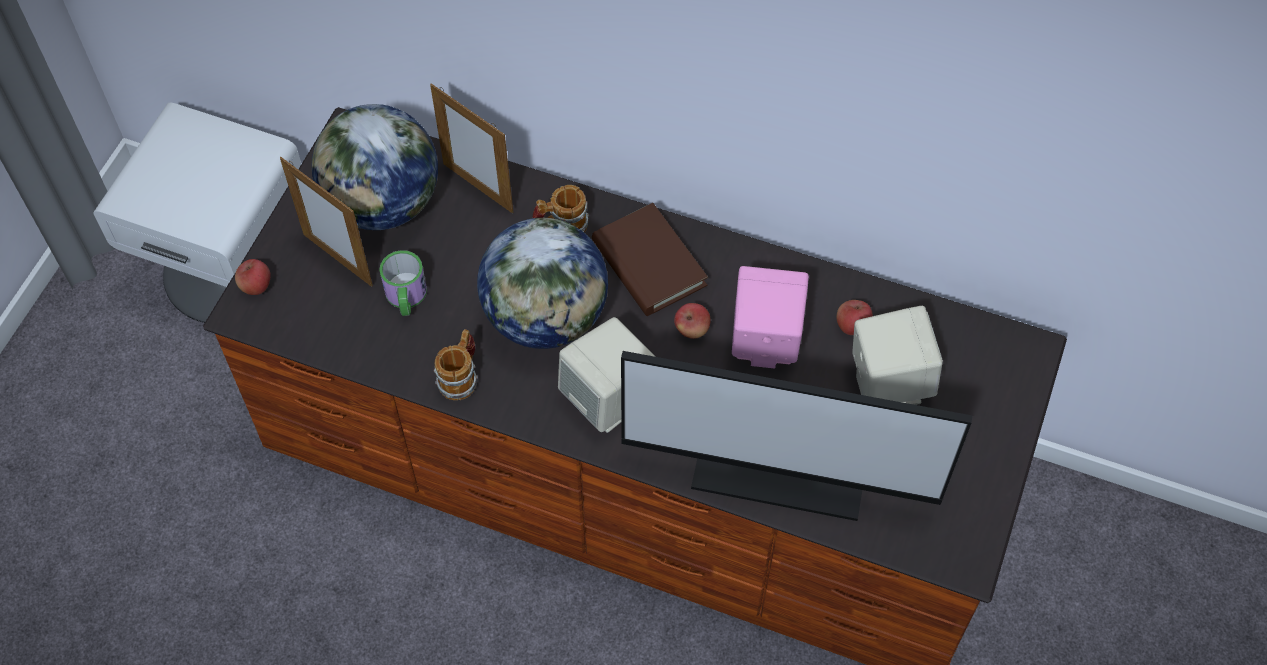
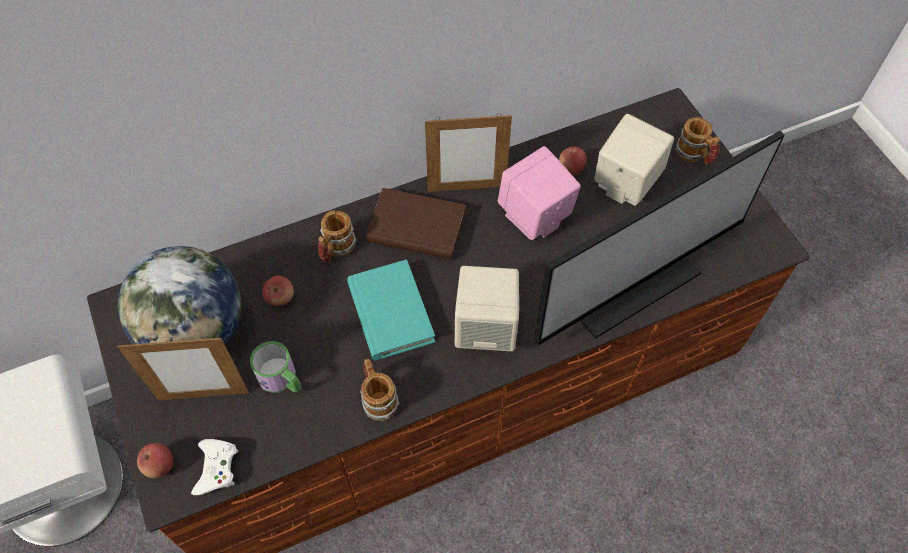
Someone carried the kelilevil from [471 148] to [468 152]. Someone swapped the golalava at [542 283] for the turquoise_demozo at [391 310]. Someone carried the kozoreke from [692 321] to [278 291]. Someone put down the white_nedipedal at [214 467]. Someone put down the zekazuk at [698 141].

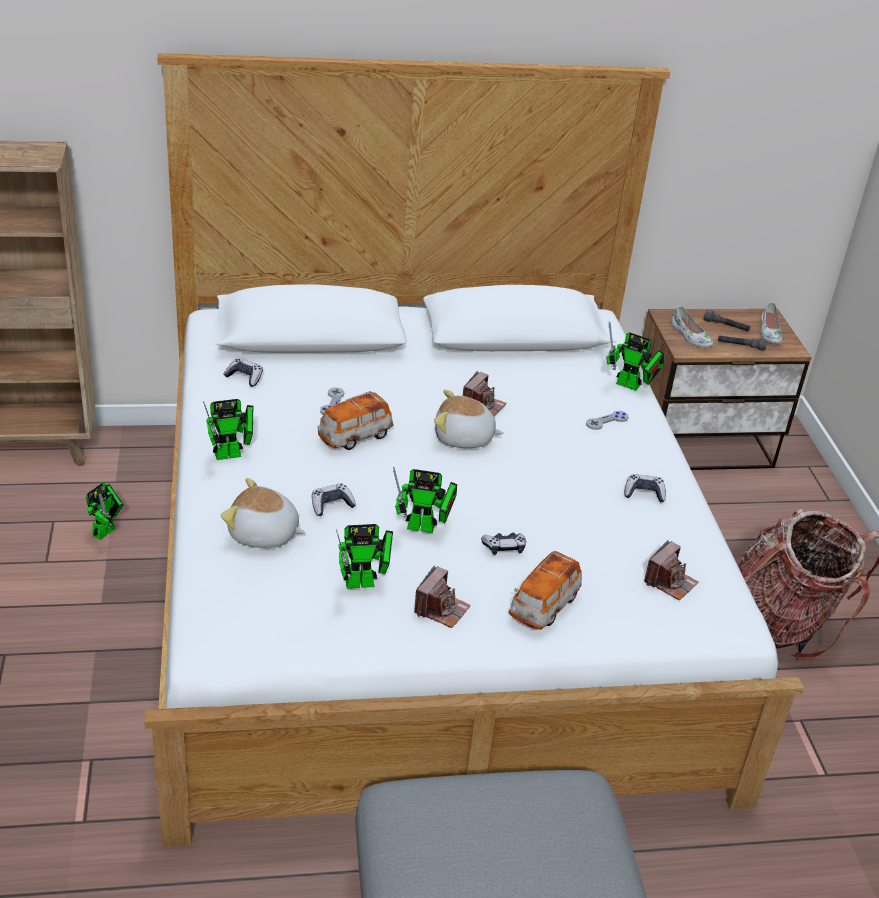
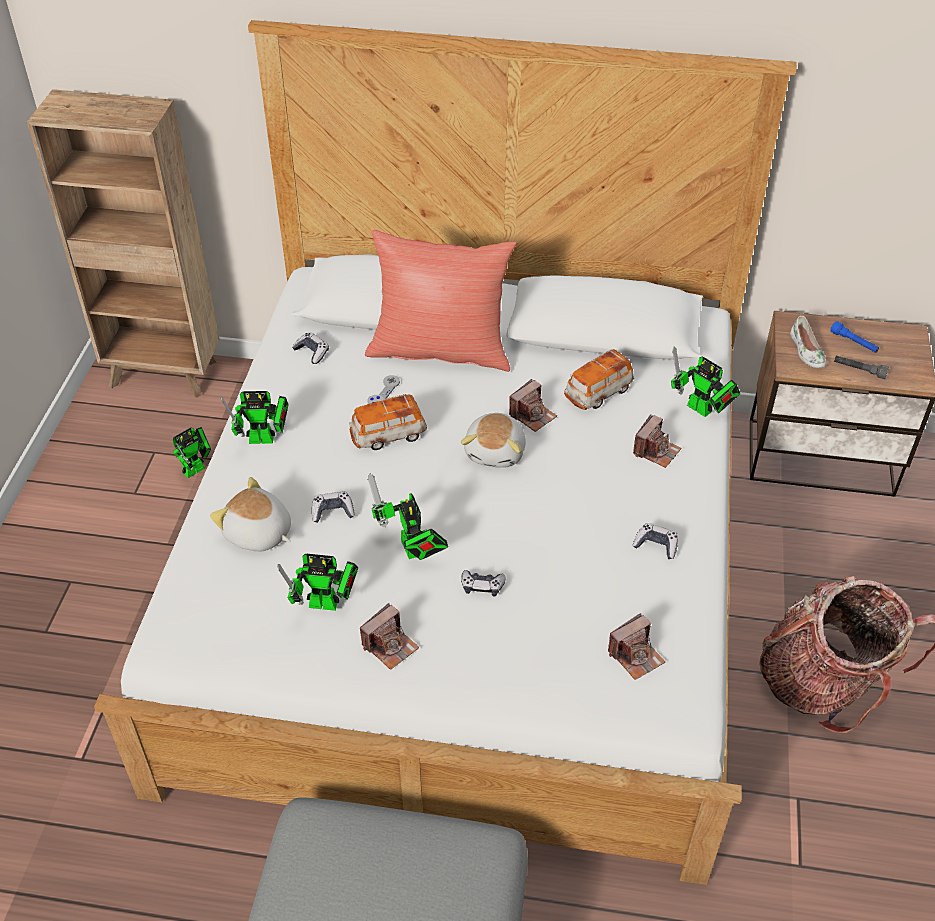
Someone rotated the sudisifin at [425 500] by 45 degrees clockwise. Someone rotated the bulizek at [469 419] by 105 degrees counterclockwise. Someone carried the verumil from [545 590] to [599 379]. Someone swapped the grey_nedipedal at [607 420] for the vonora at [657 441]. Someone repainted the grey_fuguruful at [727 320], which became the blue_fuguruful at [854 337]. Someone took away the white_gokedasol at [771 323]. Someone put down the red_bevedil at [441 301].

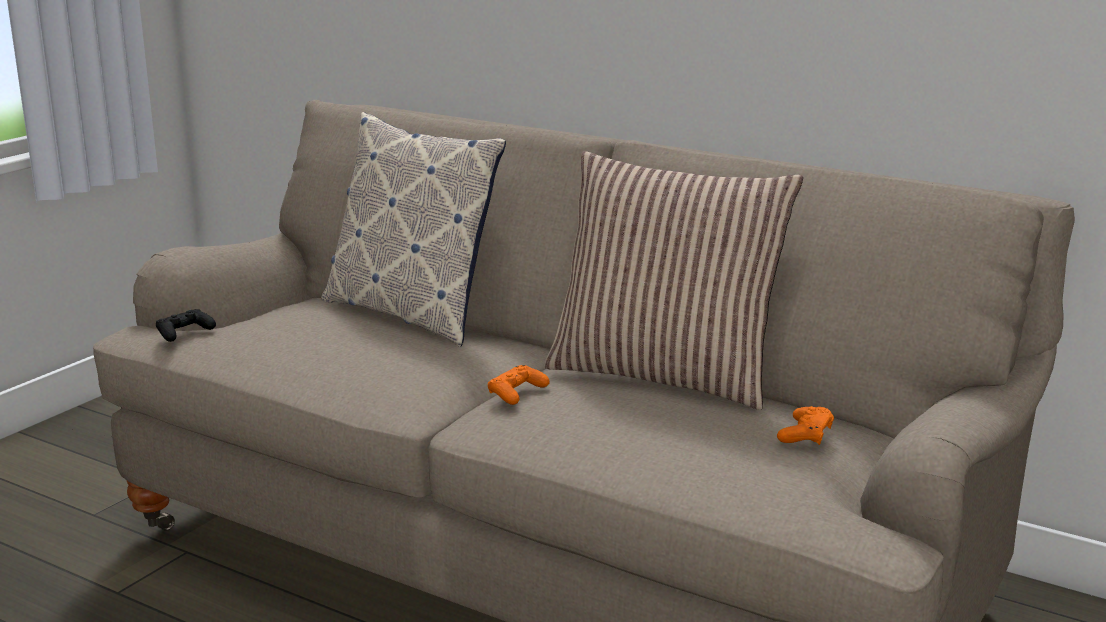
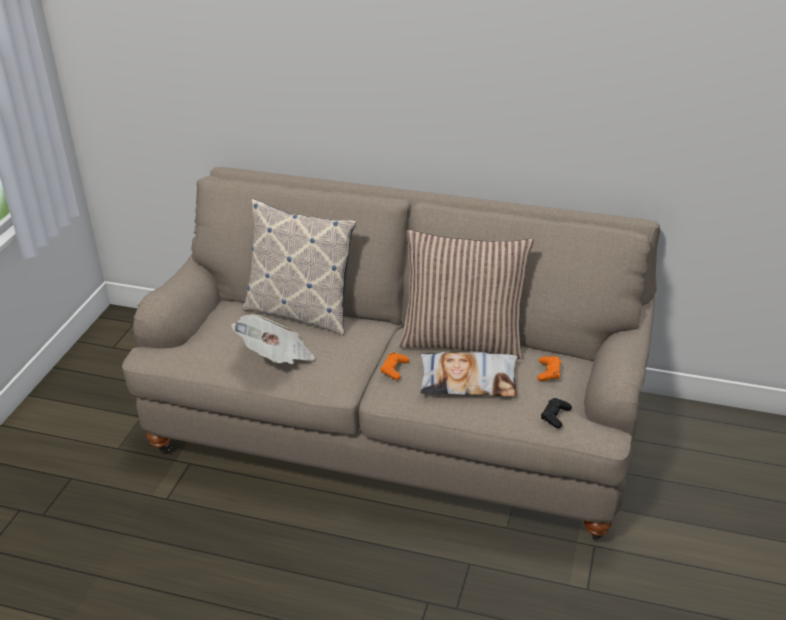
Someone carried the black_nedipedal from [186 325] to [556 413]. Someone put down the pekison at [273 339]. Someone put down the bevedil at [469 374].

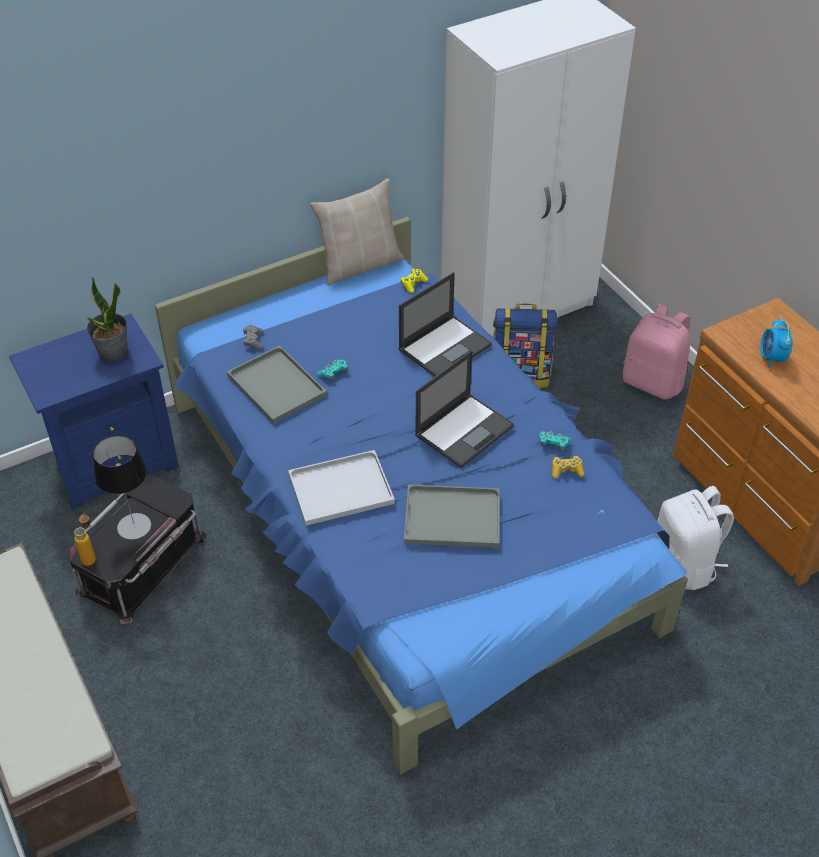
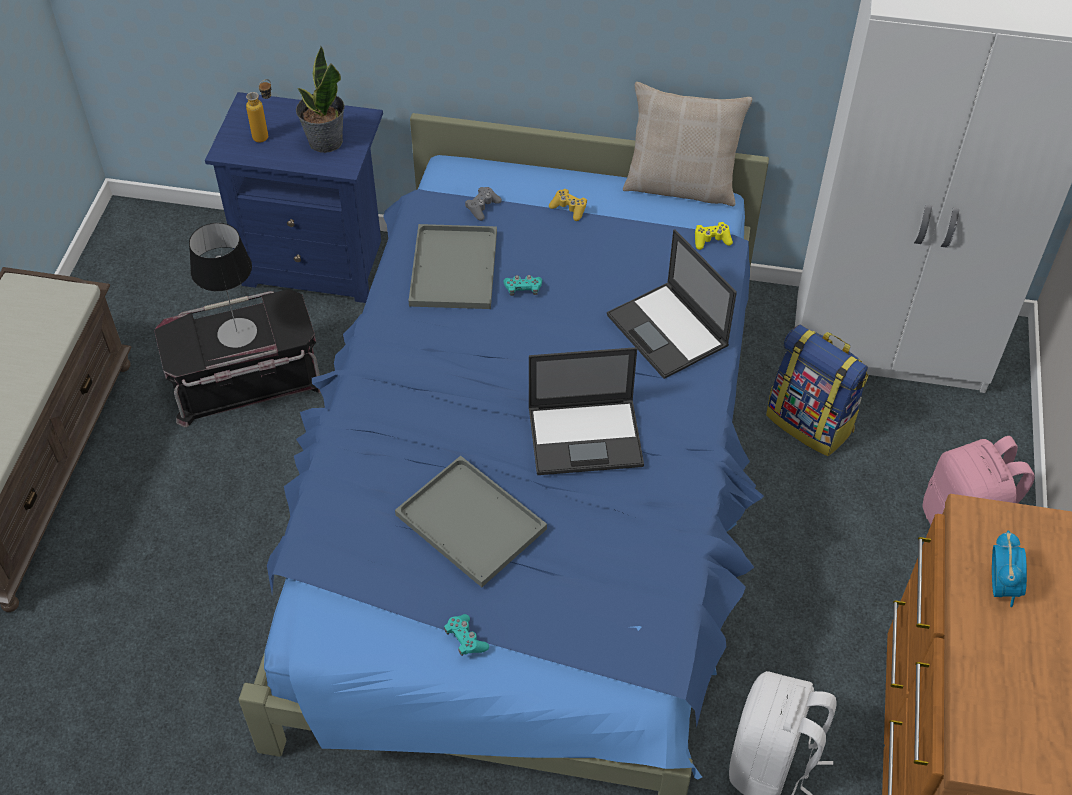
Someone carried the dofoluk from [85 539] to [258 111]. Someone took away the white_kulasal at [341 488]. Someone rotated the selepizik at [445 324] by 60 degrees clockwise. Someone carried the turquoise_nedipedal from [555 441] to [466 635]. Someone carried the yellow_nedipedal from [568 467] to [568 205]. Someone rotated the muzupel at [776 343] by 150 degrees clockwise.

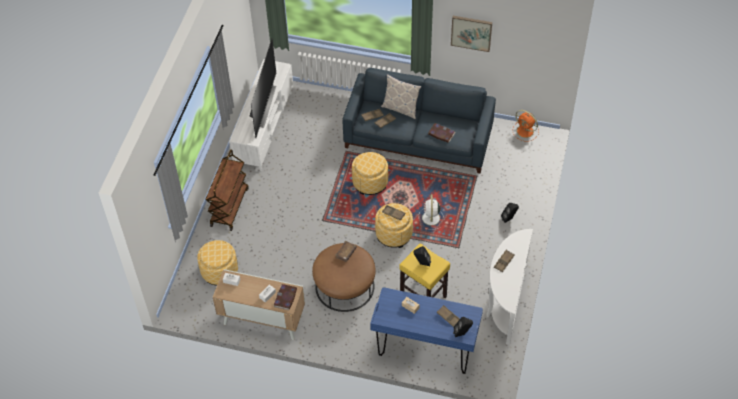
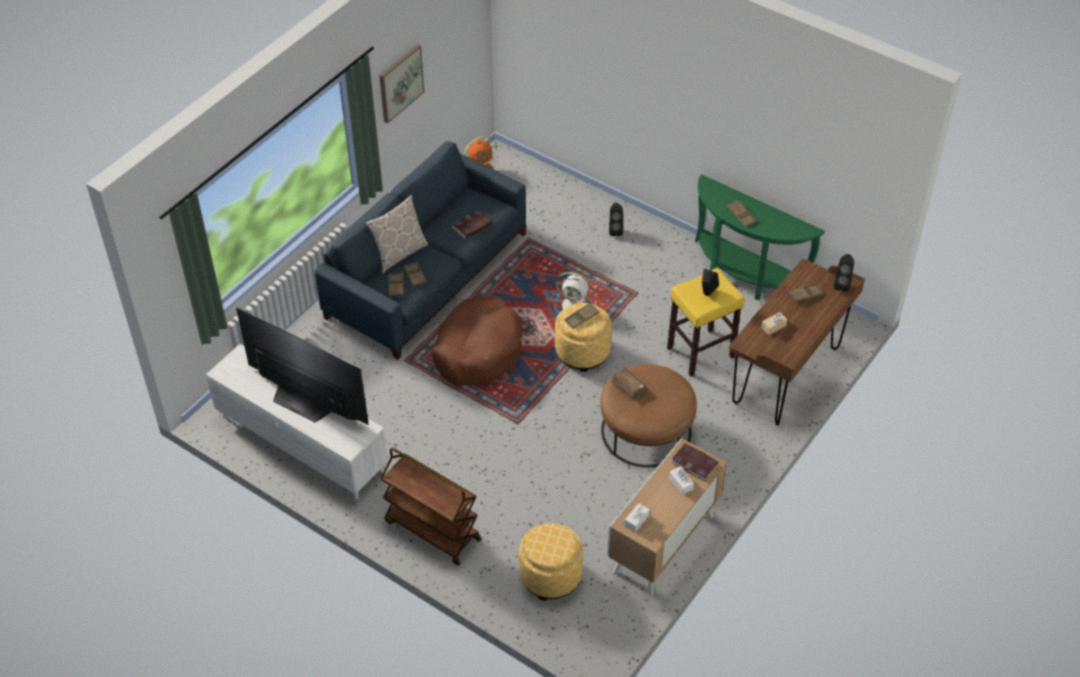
Someone swapped the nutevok at [370 173] for the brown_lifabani at [478 341]. Someone repainted the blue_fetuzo at [426 330], which became the brown_fetuzo at [797 342]. Someone repainted the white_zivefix at [509 287], which became the green_zivefix at [760 237].

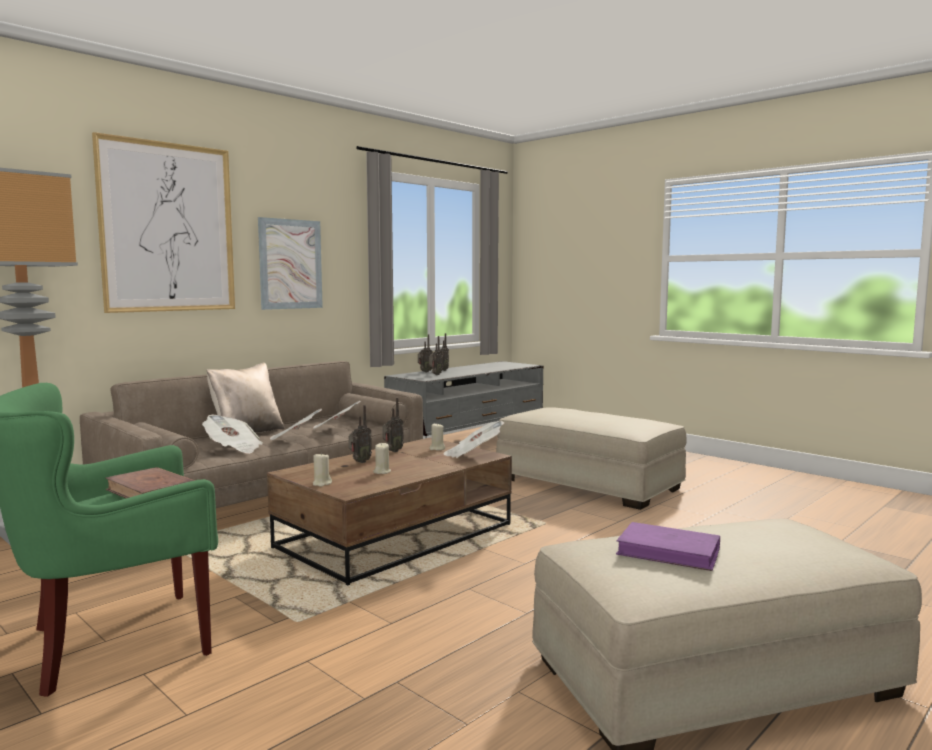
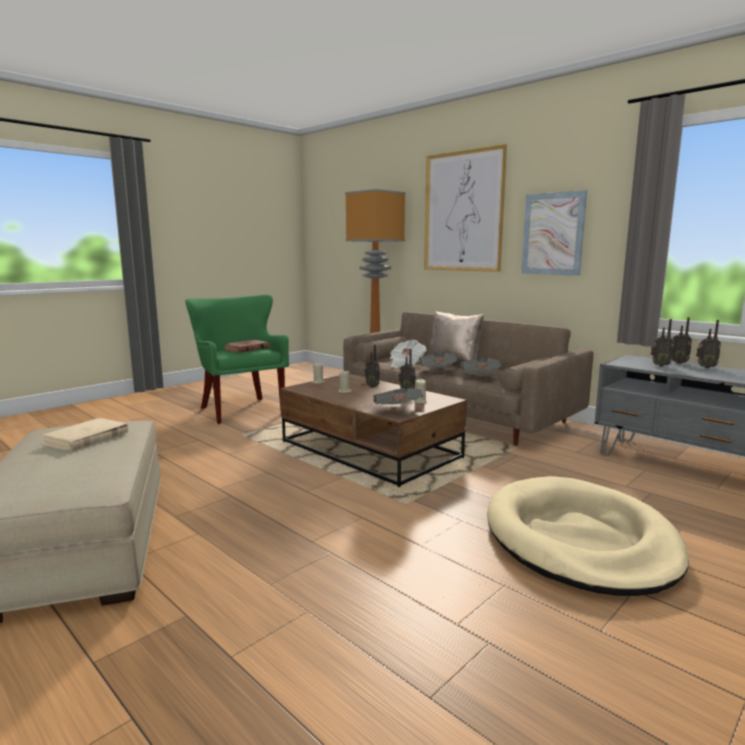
Someone swapped the beige_nutevok at [591 458] for the beige_lifabani at [588 536]. Someone repainted the purple_demozo at [668 546], which became the beige_demozo at [84 435].

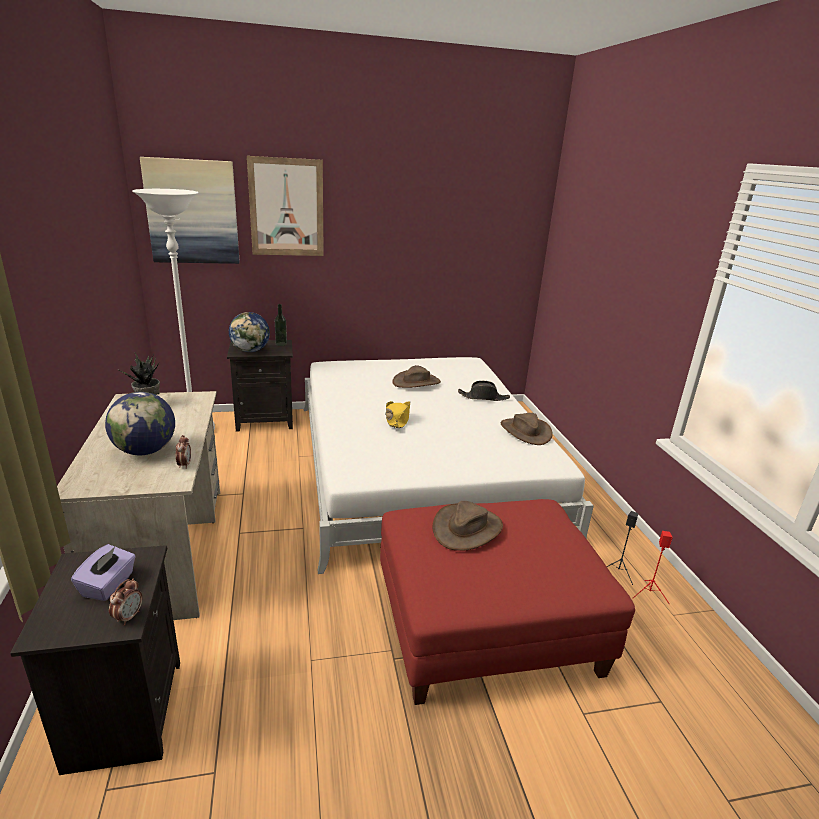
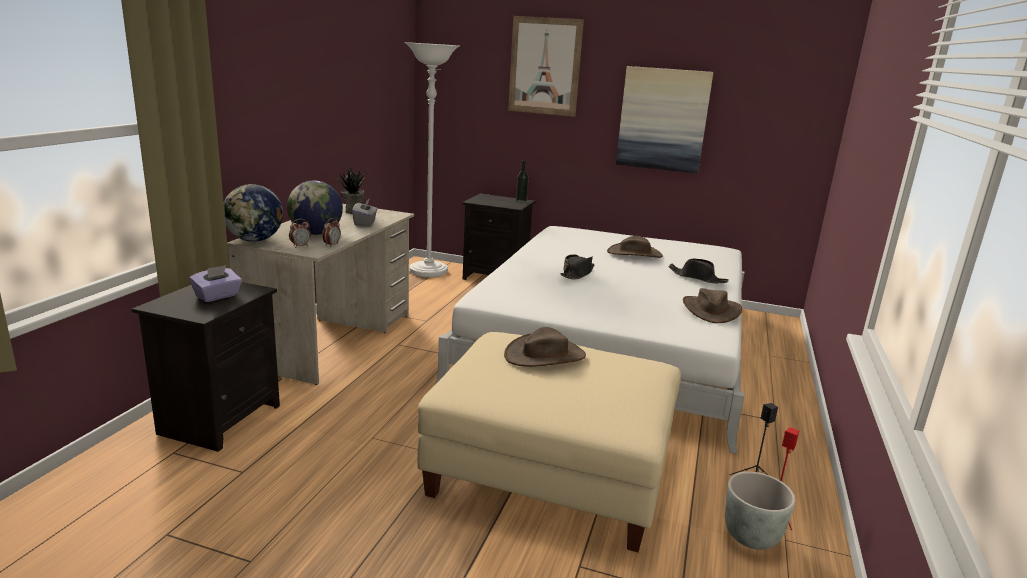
Someone carried the muzupel from [125 602] to [300 233]. Someone carried the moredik from [190 210] to [664 119]. Someone carried the golalava from [249 332] to [253 212]. Someone repainted the red_nutevok at [507 602], which became the beige_nutevok at [549 442]. Someone repainted the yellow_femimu at [397 414], which became the black_femimu at [577 267]. Someone put down the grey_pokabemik at [364 212]. Someone put down the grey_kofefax at [760 511].

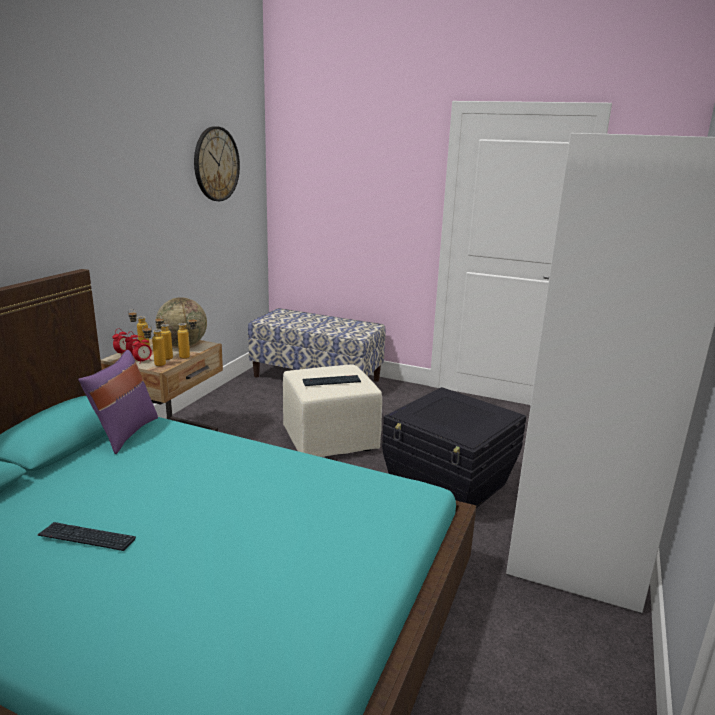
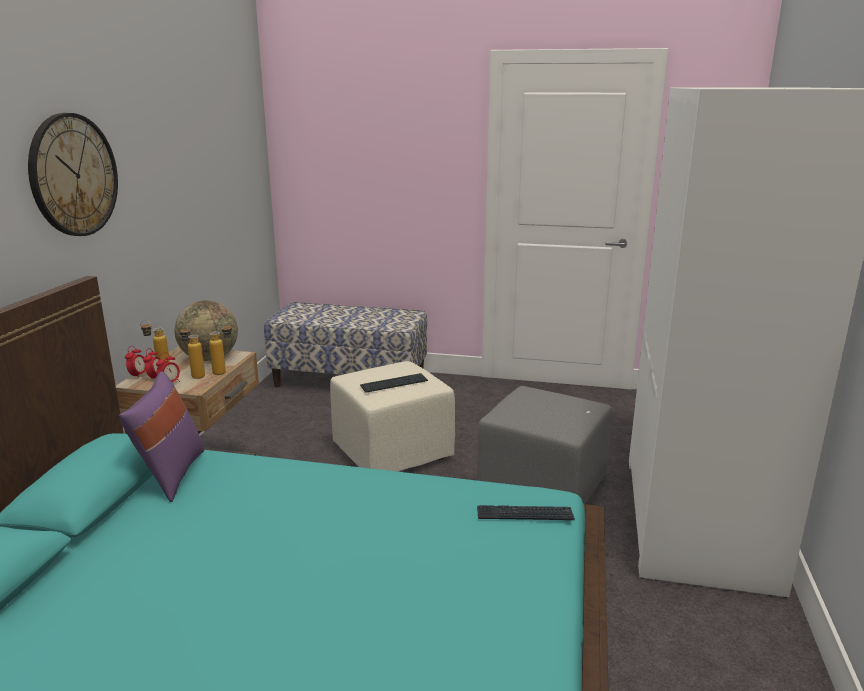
Someone carried the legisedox from [87 536] to [526 512]. Someone took away the dofoluk at [154 345]. Someone carried the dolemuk from [217 163] to [73 174]. Someone swapped the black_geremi at [454 447] for the grey_nutevok at [544 445].

